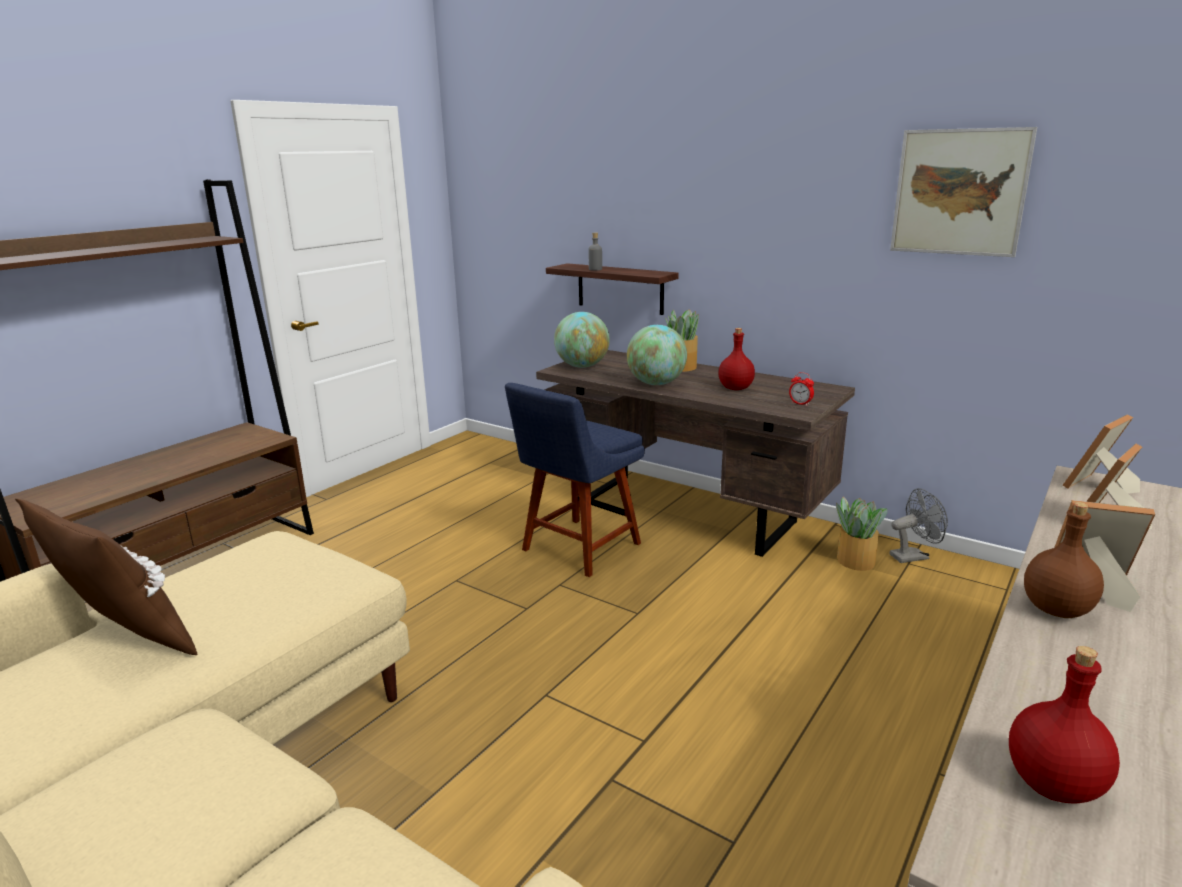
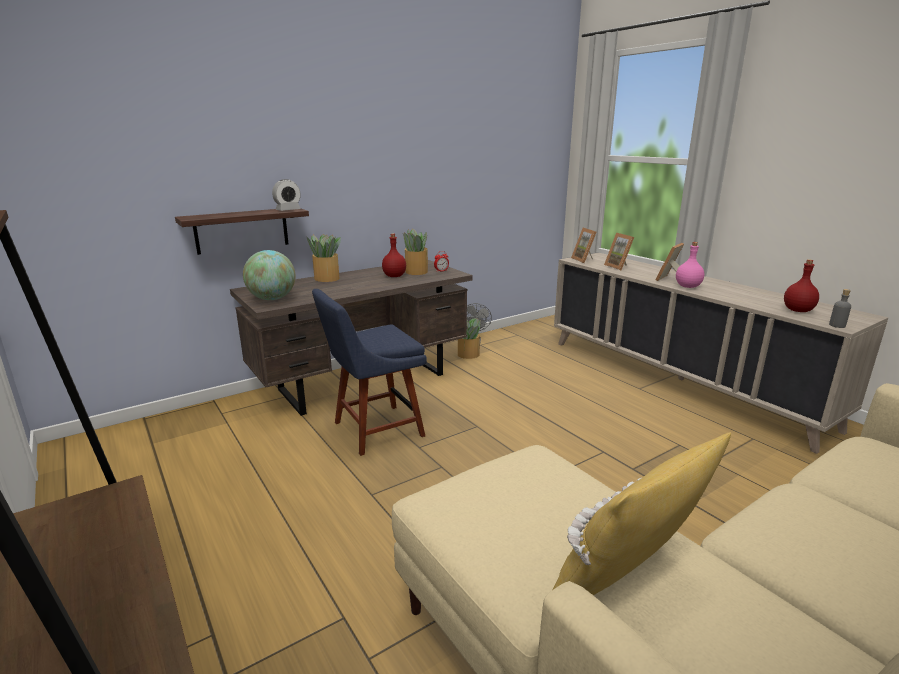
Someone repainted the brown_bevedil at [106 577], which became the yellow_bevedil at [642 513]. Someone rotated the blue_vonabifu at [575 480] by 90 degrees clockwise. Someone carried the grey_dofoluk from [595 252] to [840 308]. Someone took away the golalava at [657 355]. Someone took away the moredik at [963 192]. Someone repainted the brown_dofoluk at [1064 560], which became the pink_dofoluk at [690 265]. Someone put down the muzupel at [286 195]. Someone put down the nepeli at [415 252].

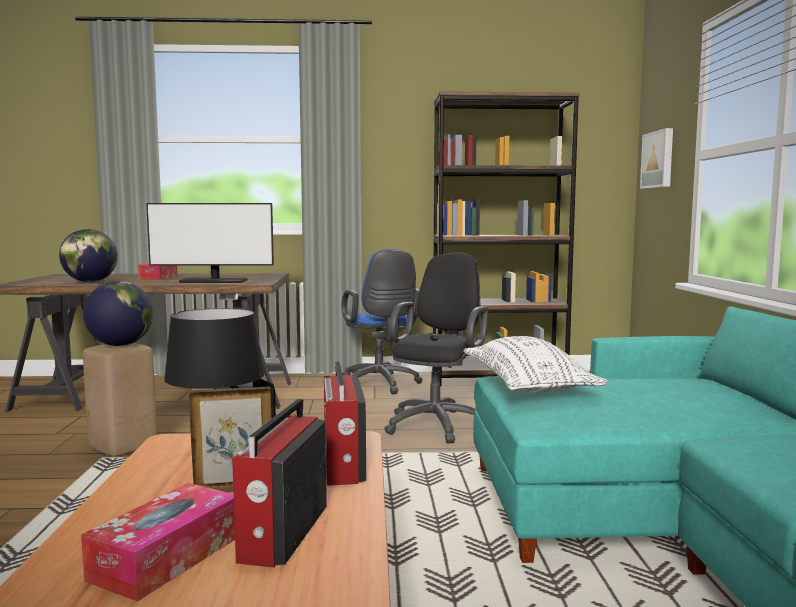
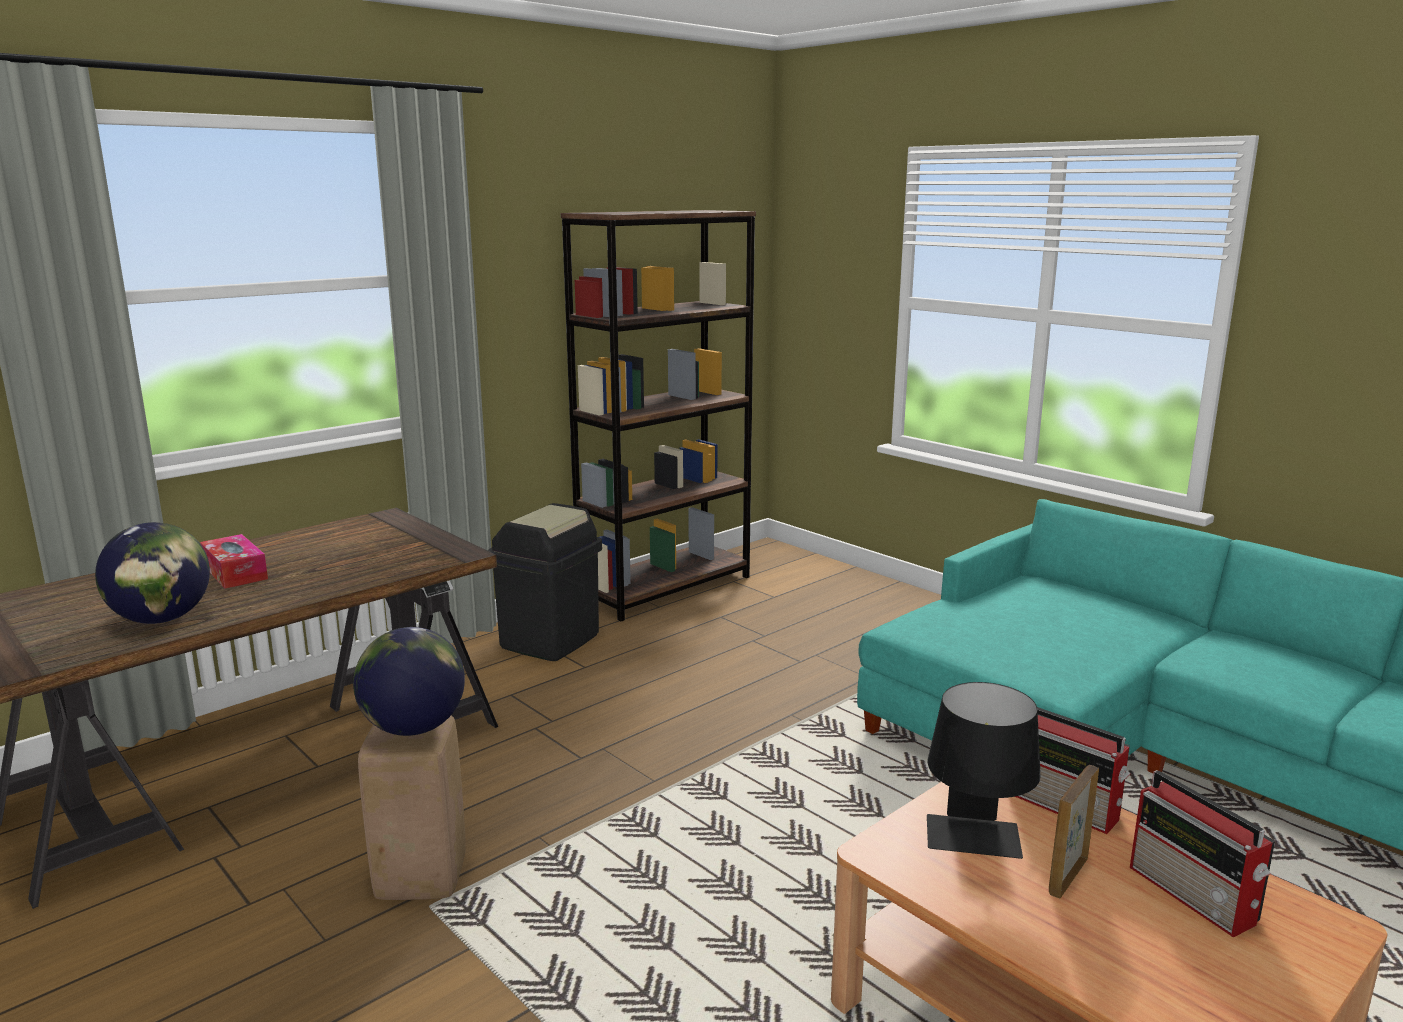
Someone took away the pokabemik at [158 542]. Someone took away the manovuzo at [210 243]. Someone swapped the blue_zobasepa at [382 321] for the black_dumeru at [545 582]. Someone took away the black_zobasepa at [436 347]. Someone took away the white_bevedil at [535 364]. Someone took away the moredik at [656 158].

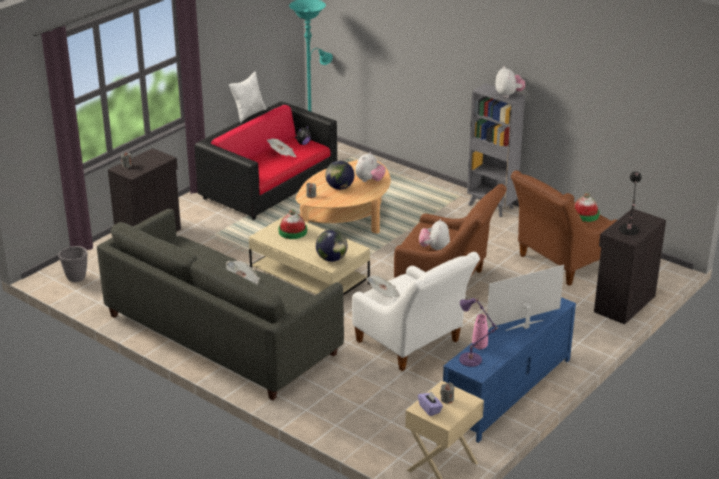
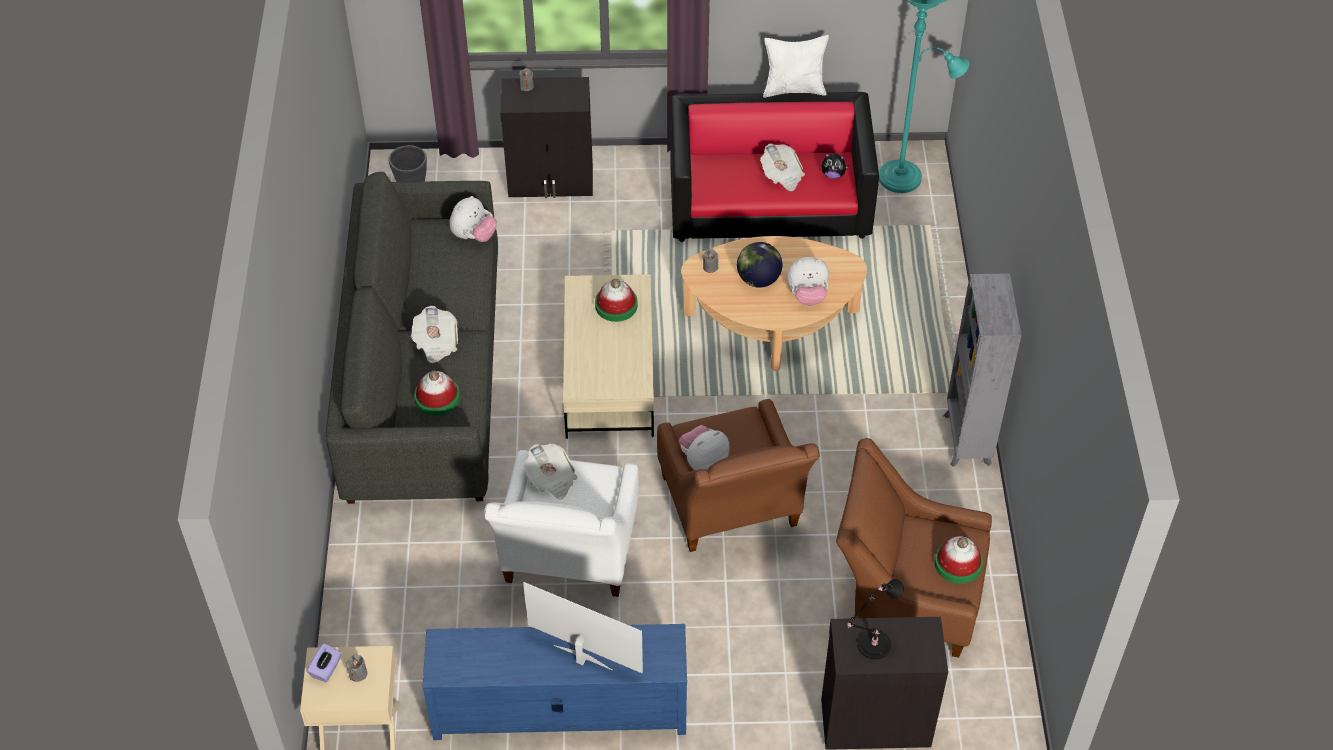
Someone took away the golalava at [332 246]. Someone took away the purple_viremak at [478 332]. Someone took away the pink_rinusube at [480 331]. Someone carried the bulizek from [510 82] to [473 219]. Someone put down the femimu at [437 393].

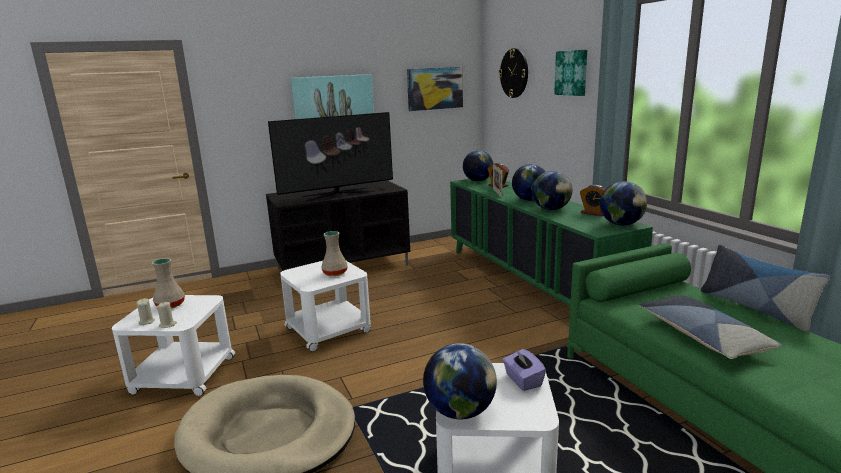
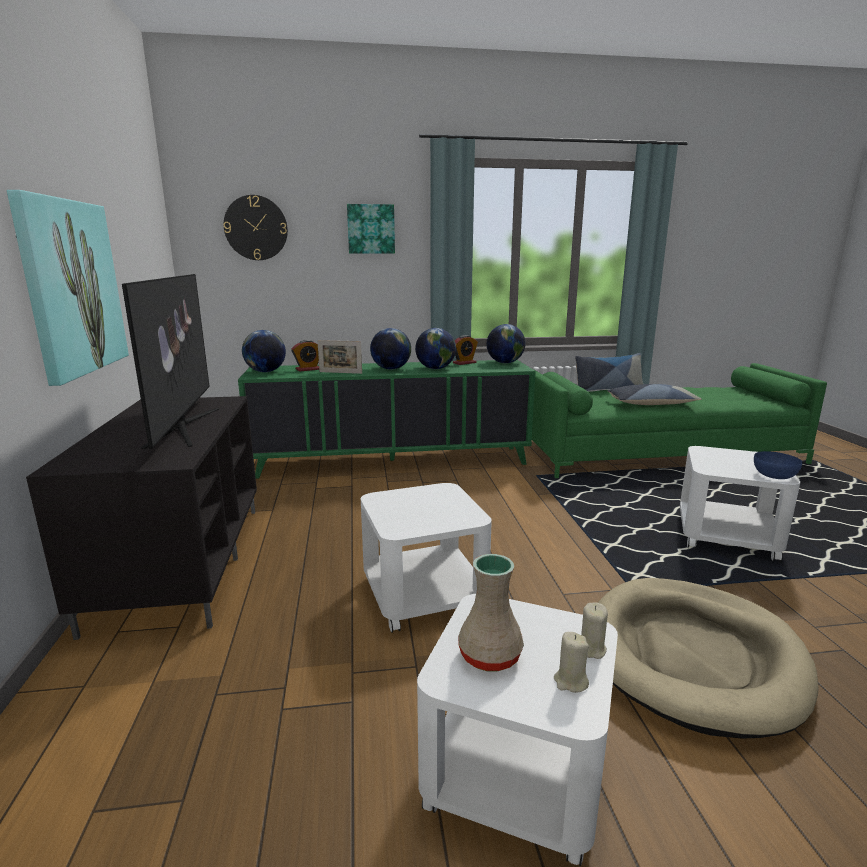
Someone took away the beige_rinusube at [335 253]. Someone took away the moredik at [435 89]. Someone swapped the golalava at [460 381] for the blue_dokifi at [778 465]. Someone took away the purple_pokabemik at [524 370].

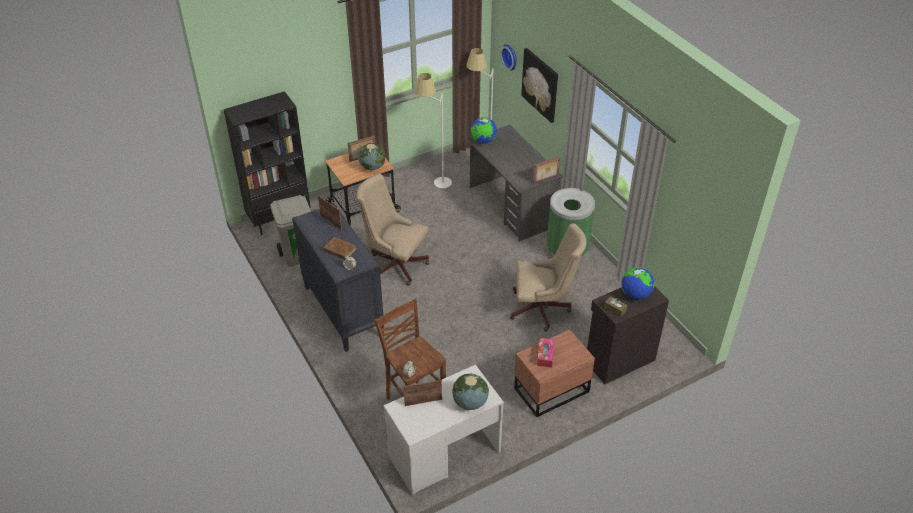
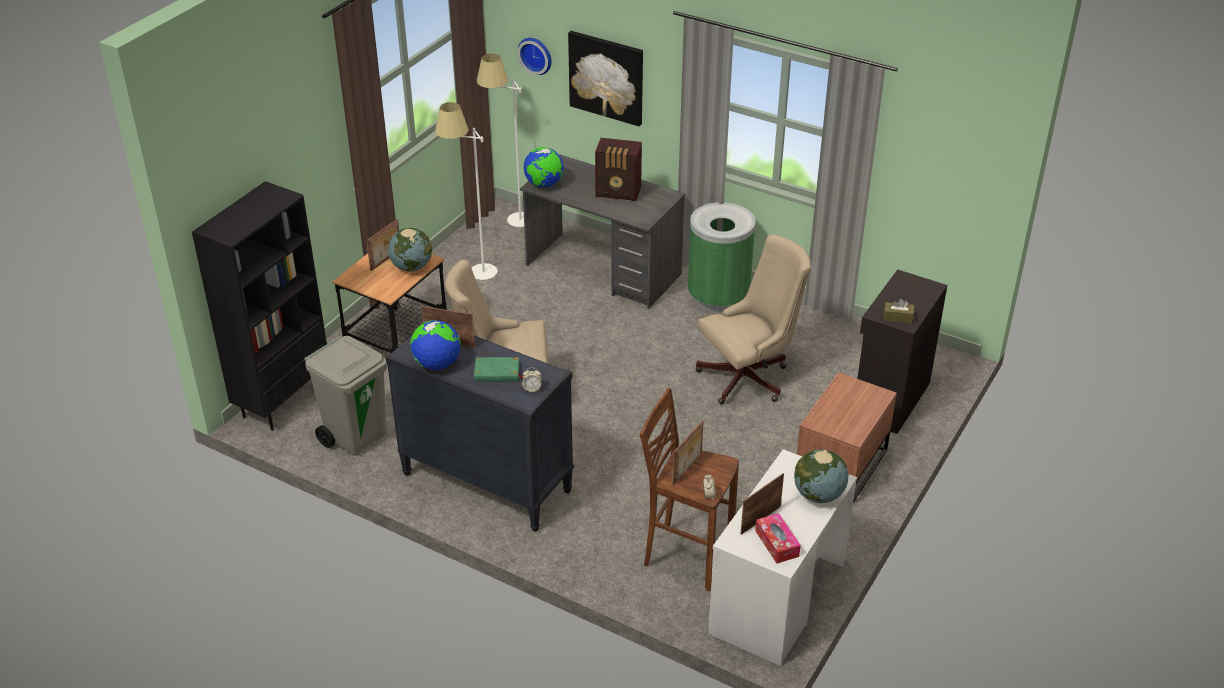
Someone repainted the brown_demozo at [340 248], which became the green_demozo at [498 369]. Someone carried the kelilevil from [546 170] to [687 452]. Someone carried the pokabemik from [546 352] to [778 538]. Someone carried the golalava from [638 283] to [435 345]. Someone put down the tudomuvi at [618 169].

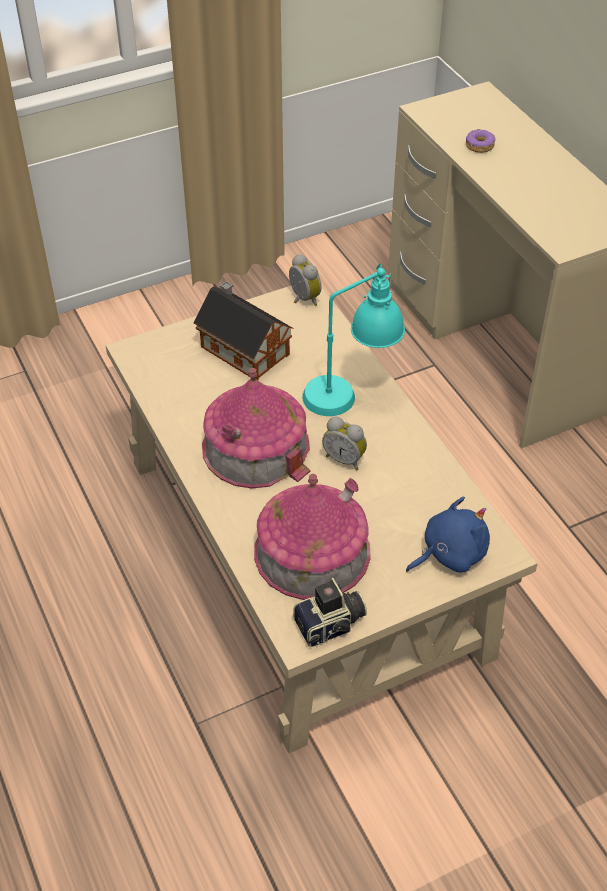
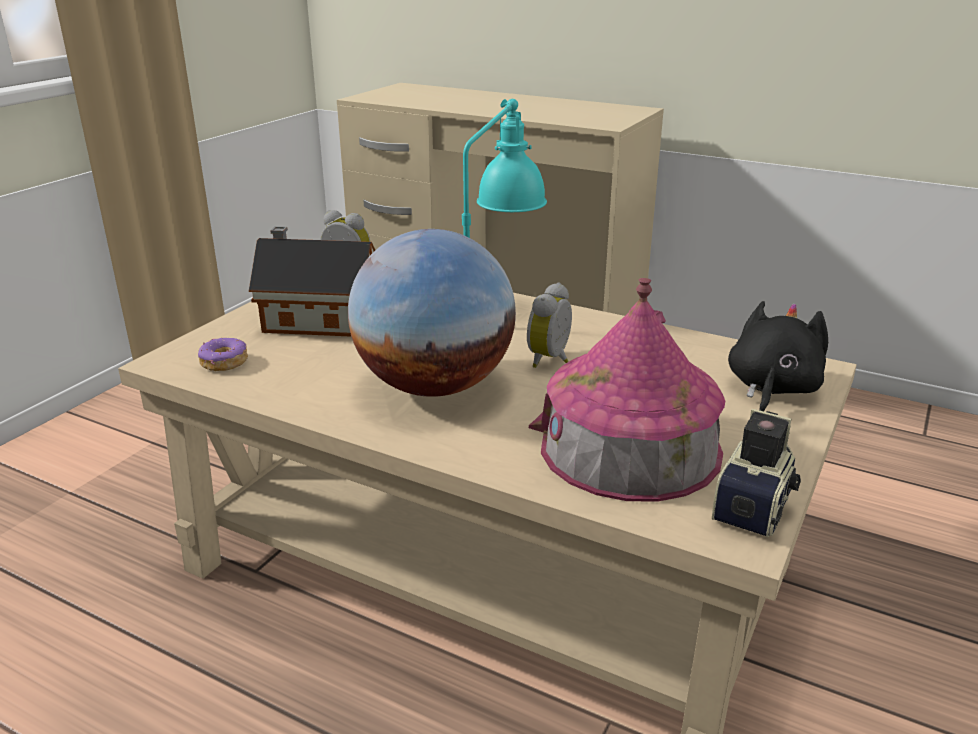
Someone swapped the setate at [256 428] for the golalava at [432 313]. Someone rotated the muzupel at [344 443] by 120 degrees clockwise. Someone repainted the blue_bulizek at [448 535], which became the black_bulizek at [778 356]. Someone carried the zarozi from [480 141] to [223 354].

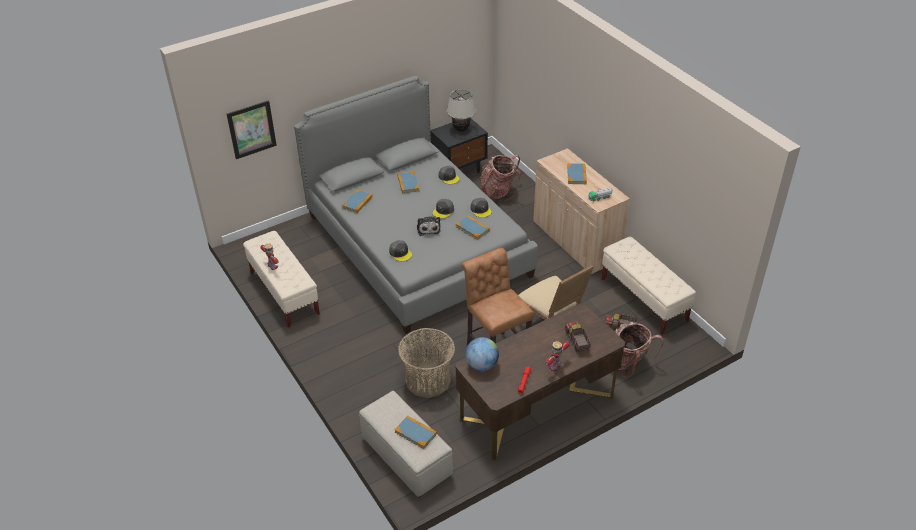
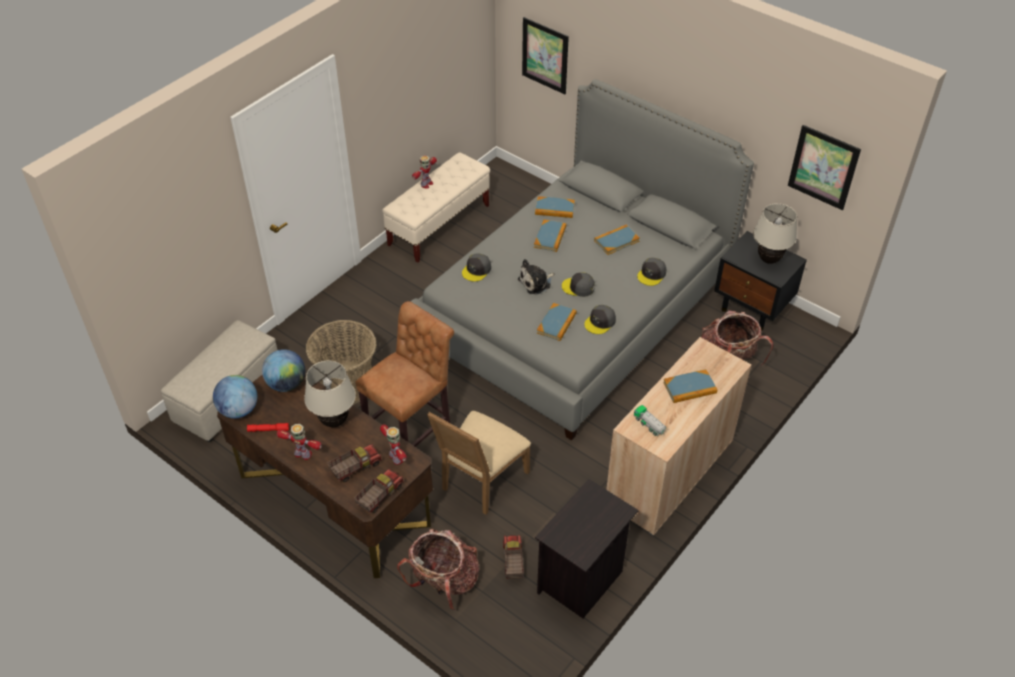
Someone carried the demozo from [416 432] to [550 235]. Someone swapped the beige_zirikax at [648 285] for the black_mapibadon at [587 548]. Someone put down the golalava at [235 396]. Someone put down the beige_viremak at [330 394]. Someone put down the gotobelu at [379 491]. Someone put down the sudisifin at [393 444]. Someone put up the moredik at [824 167].

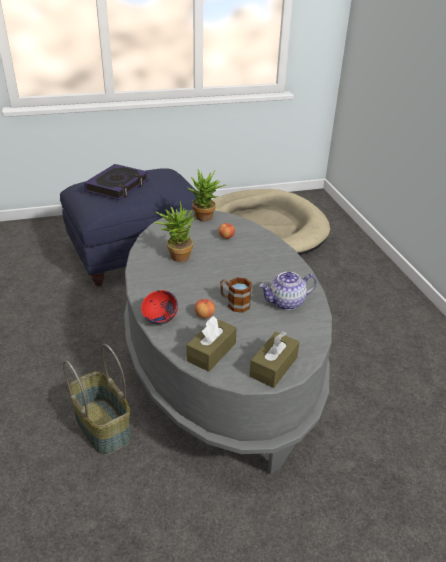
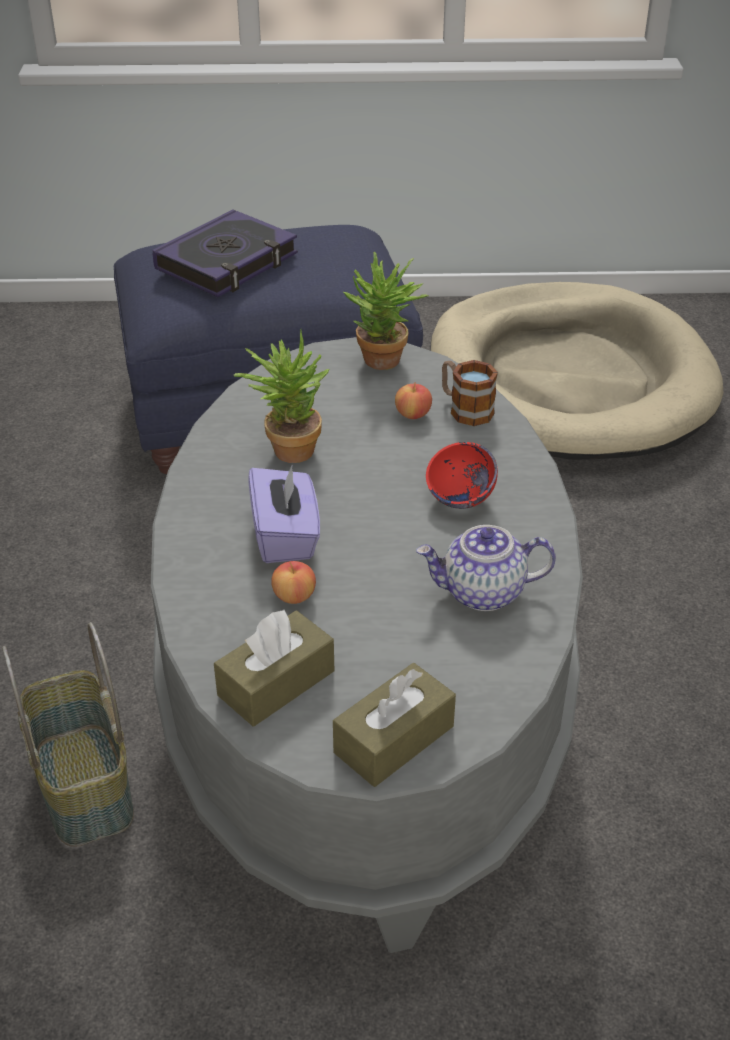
Someone carried the red_dokifi from [159 307] to [462 475]. Someone carried the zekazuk from [236 295] to [470 393]. Someone put down the purple_pokabemik at [284 513].

